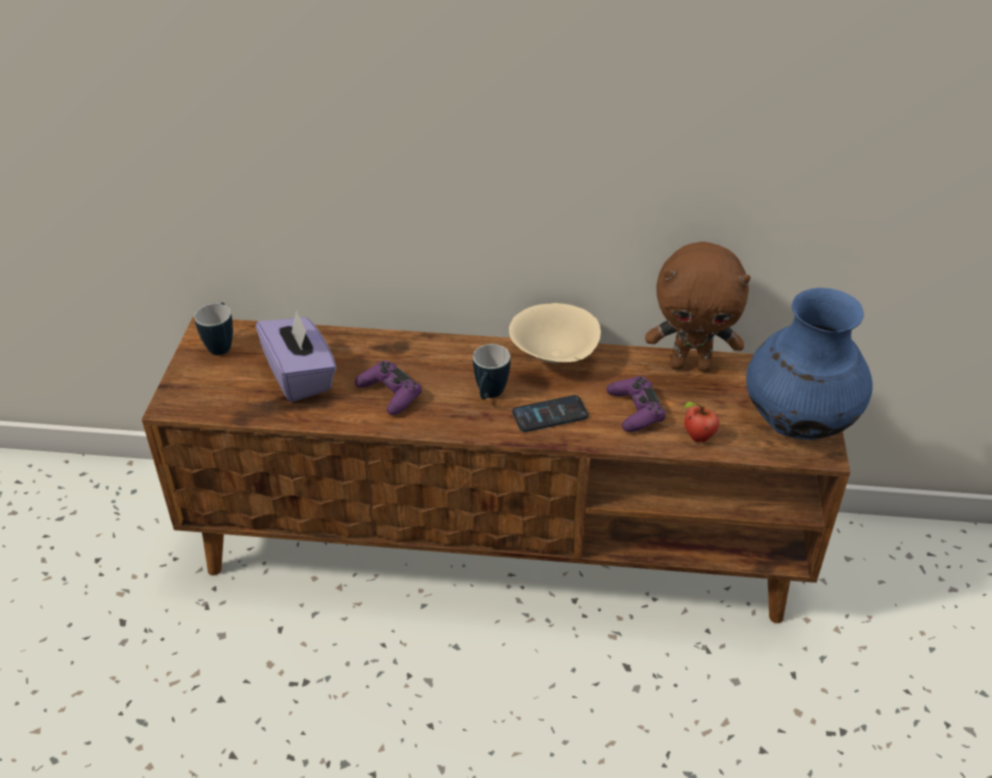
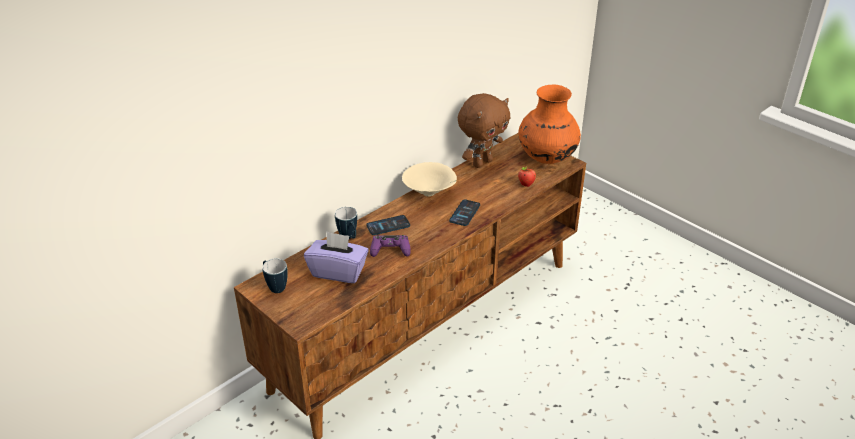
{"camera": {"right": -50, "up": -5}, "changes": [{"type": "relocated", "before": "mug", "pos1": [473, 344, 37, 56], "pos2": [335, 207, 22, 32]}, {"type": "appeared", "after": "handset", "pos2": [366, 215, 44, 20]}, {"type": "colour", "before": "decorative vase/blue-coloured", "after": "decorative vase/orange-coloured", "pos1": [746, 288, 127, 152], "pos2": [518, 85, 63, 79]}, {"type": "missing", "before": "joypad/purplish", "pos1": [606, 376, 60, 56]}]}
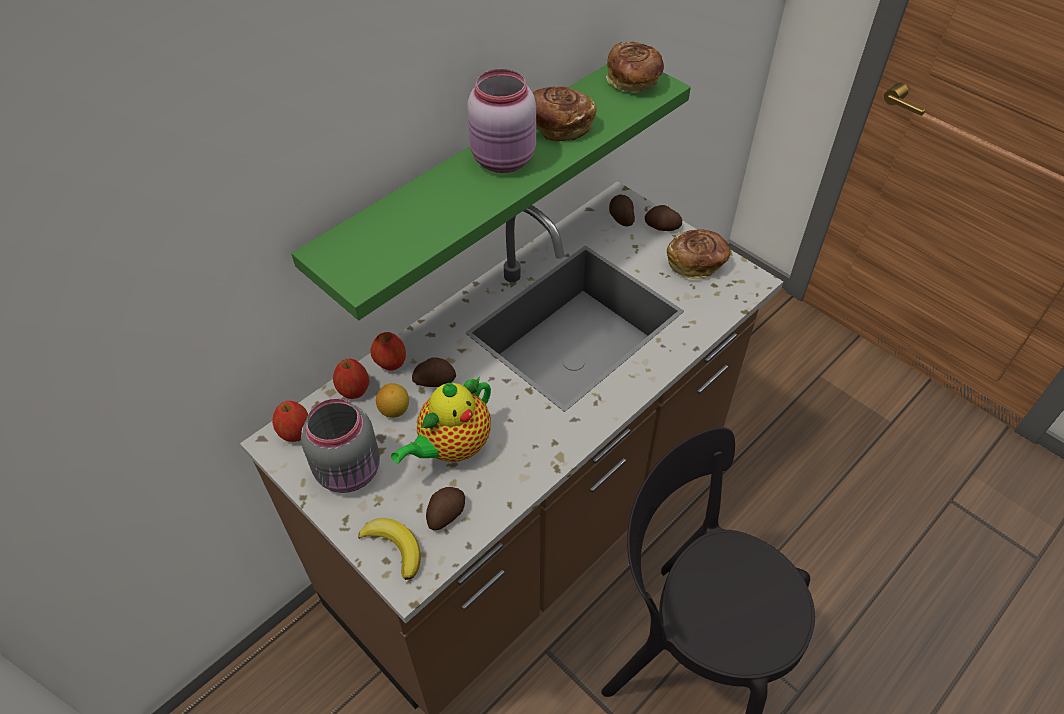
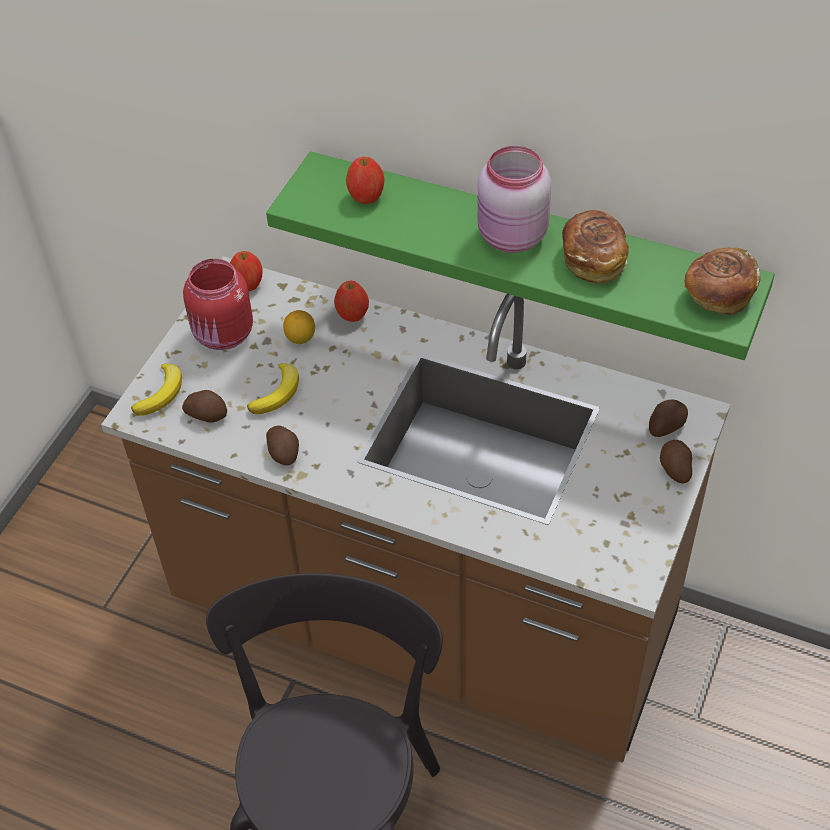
{"camera": {"right": 70, "up": 0}, "changes": [{"type": "colour", "before": "preserve jar/grey", "after": "preserve jar/red-coloured", "pos1": [301, 399, 79, 94], "pos2": [183, 259, 70, 91]}, {"type": "exchanged", "before": "teapot", "after": "banana fruit", "pos1": [391, 377, 100, 87], "pos2": [247, 363, 52, 51]}, {"type": "relocated", "before": "potato", "pos1": [412, 357, 44, 30], "pos2": [266, 426, 33, 40]}, {"type": "relocated", "before": "whole apple", "pos1": [333, 359, 36, 40], "pos2": [346, 157, 39, 47]}, {"type": "missing", "before": "bakery bread", "pos1": [667, 229, 63, 51]}]}
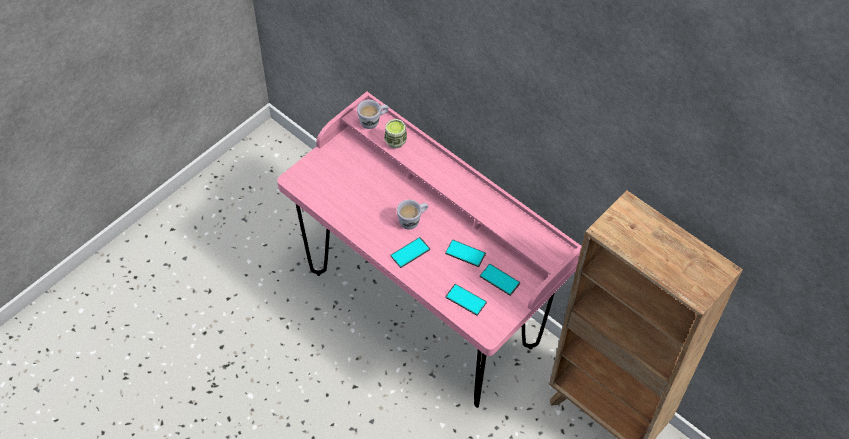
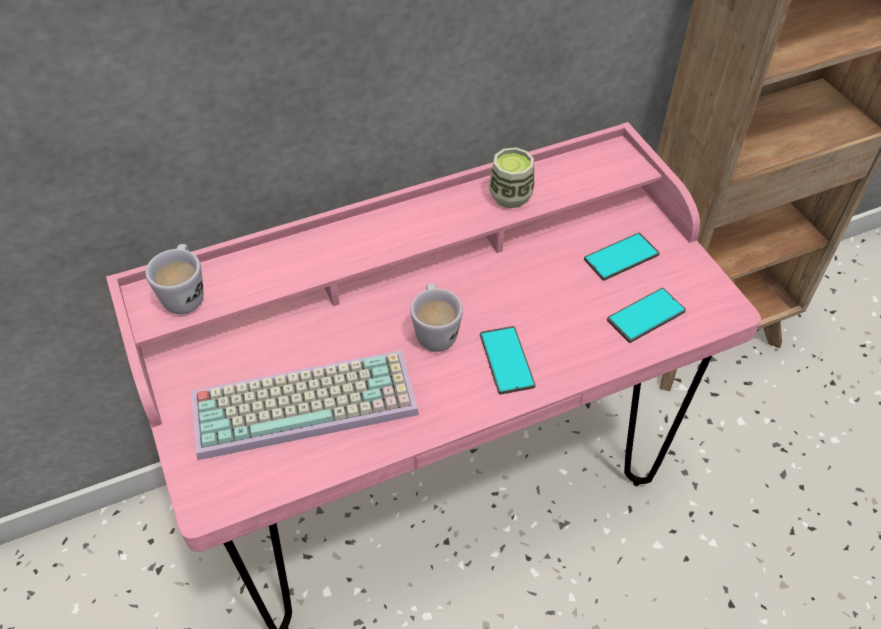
{"camera": {"right": -65, "up": -5}, "changes": [{"type": "appeared", "after": "computer keyboard", "pos2": [191, 350, 228, 110]}, {"type": "relocated", "before": "small cup", "pos1": [384, 119, 23, 30], "pos2": [489, 147, 45, 61]}, {"type": "missing", "before": "handset", "pos1": [445, 240, 41, 27]}]}
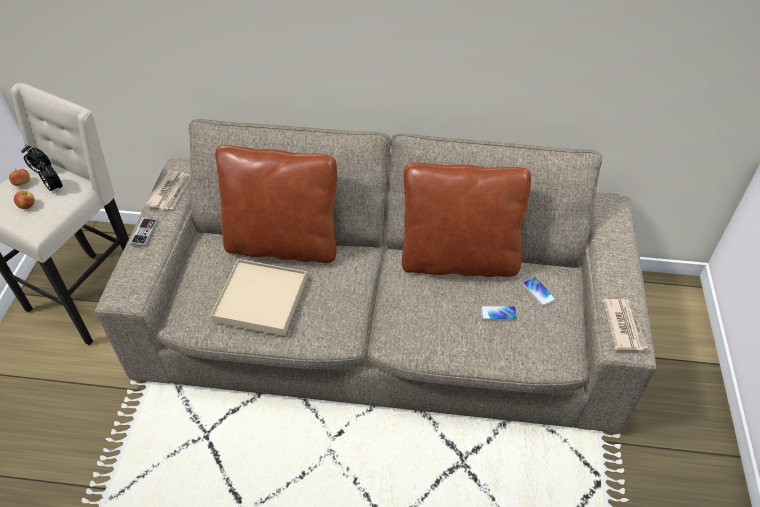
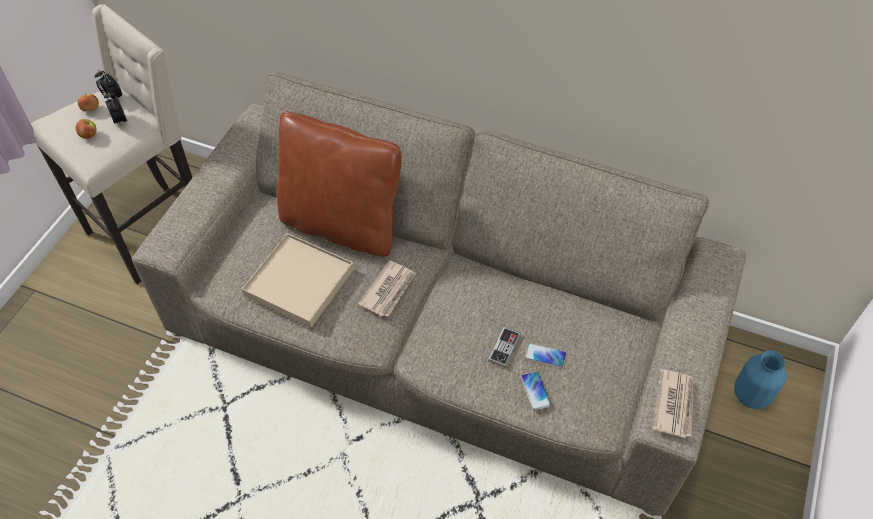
{"camera": {"right": 15, "up": 5}, "changes": [{"type": "relocated", "before": "newspaper", "pos1": [145, 170, 46, 40], "pos2": [358, 261, 58, 56]}, {"type": "relocated", "before": "joypad", "pos1": [130, 218, 28, 29], "pos2": [488, 327, 33, 40]}, {"type": "relocated", "before": "handset", "pos1": [523, 277, 33, 29], "pos2": [521, 371, 30, 39]}, {"type": "appeared", "after": "decorative vase/blue-coloured", "pos2": [734, 350, 52, 59]}, {"type": "missing", "before": "pillow/brownish", "pos1": [402, 162, 129, 115]}]}
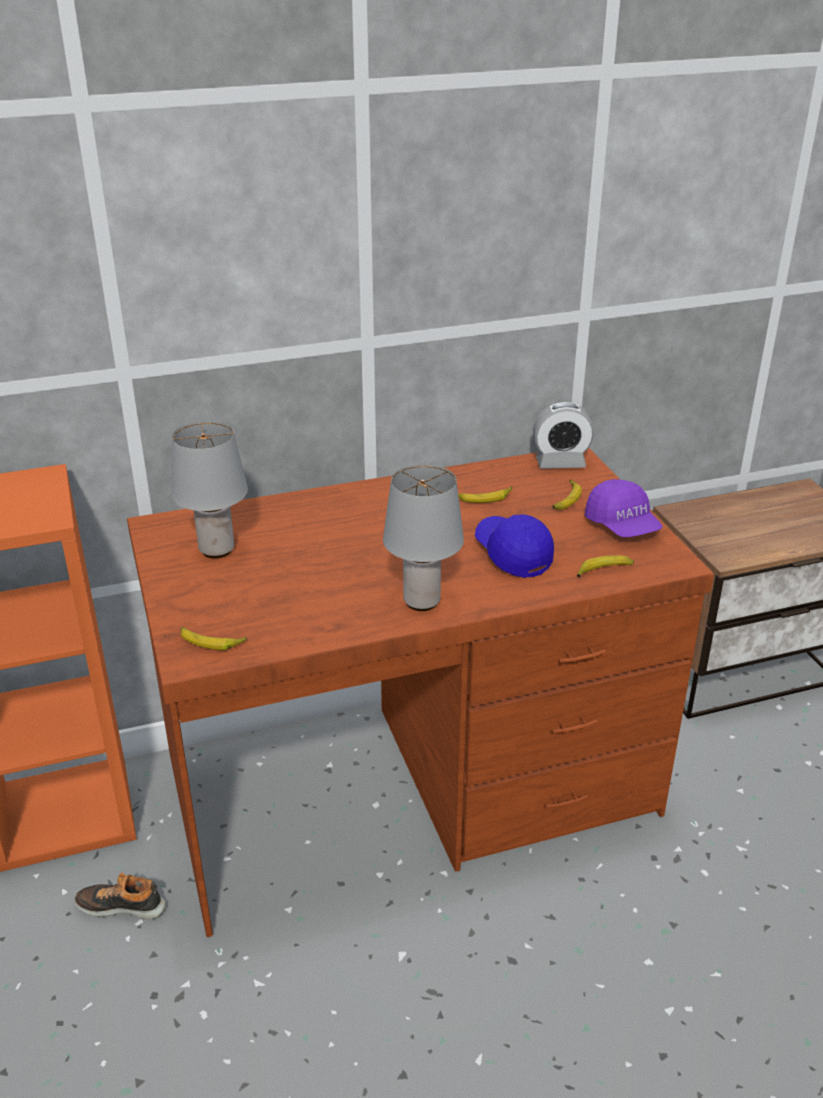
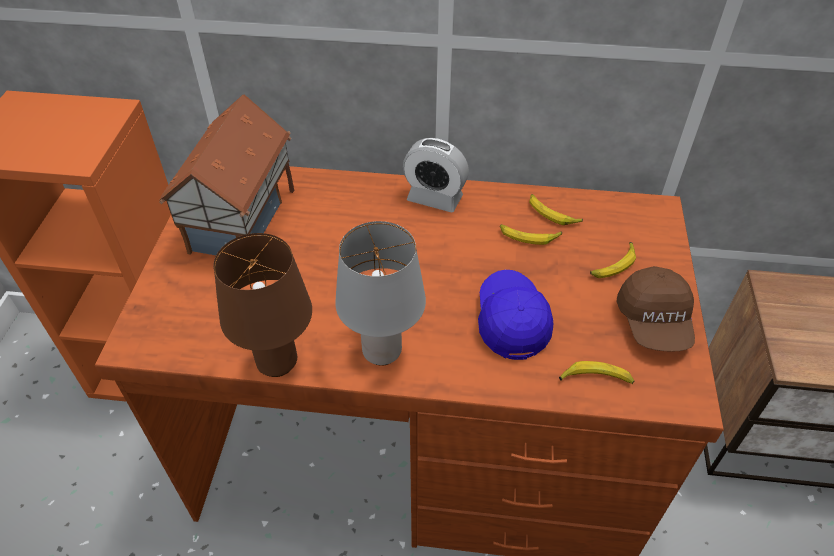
{"camera": {"right": 25, "up": 15}, "changes": [{"type": "exchanged", "before": "tabletop lamp/grey", "after": "miniature house", "pos1": [172, 421, 76, 137], "pos2": [159, 95, 135, 160]}, {"type": "appeared", "after": "tabletop lamp/brownish", "pos2": [213, 233, 99, 144]}, {"type": "relocated", "before": "alarm clock", "pos1": [533, 402, 61, 67], "pos2": [403, 138, 66, 75]}, {"type": "relocated", "before": "banana fruit", "pos1": [181, 627, 66, 23], "pos2": [529, 194, 54, 31]}, {"type": "colour", "before": "baseball cap/purplish", "after": "baseball cap/brownish", "pos1": [585, 479, 77, 58], "pos2": [616, 266, 79, 86]}, {"type": "missing", "before": "shoe", "pos1": [74, 872, 92, 47]}]}
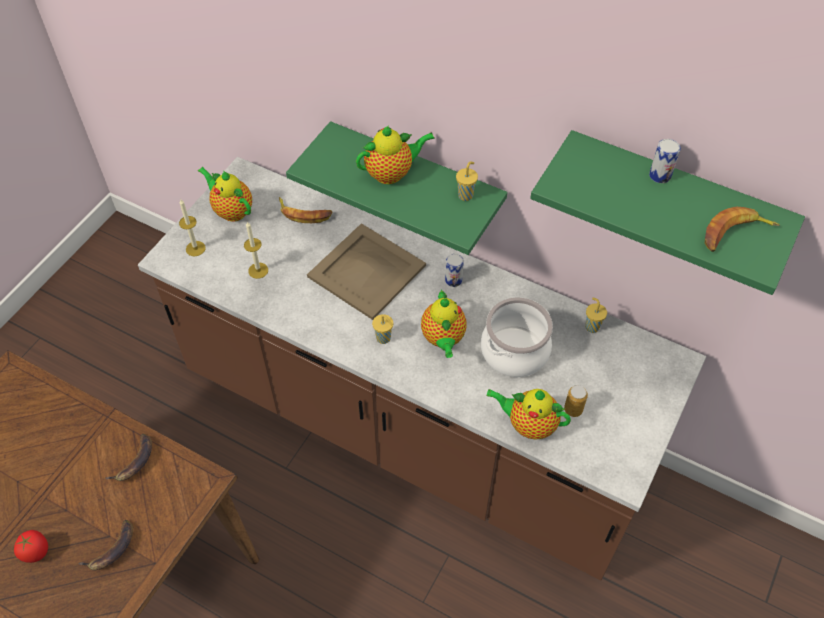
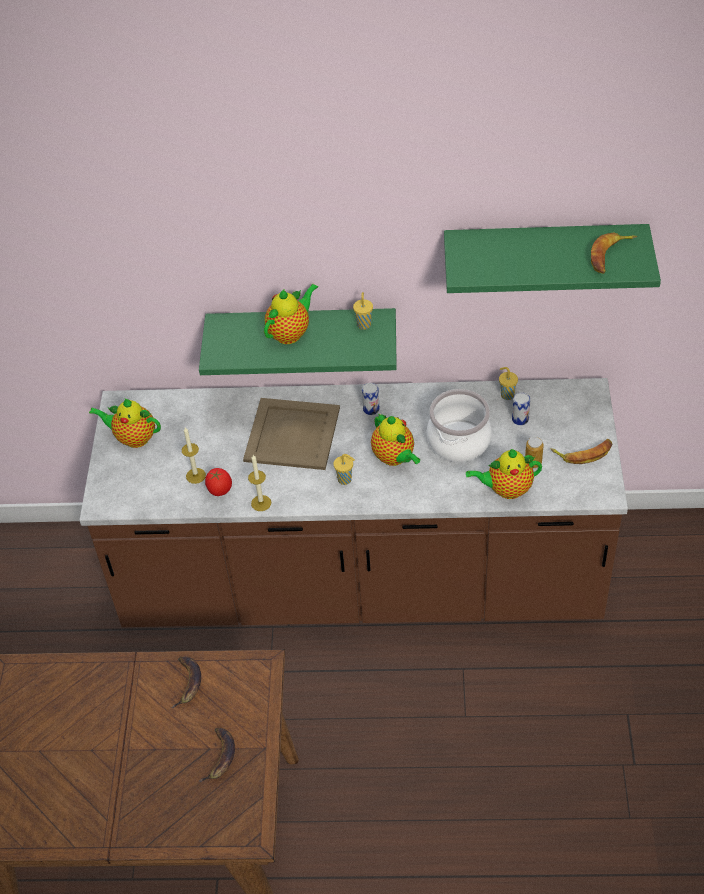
{"camera": {"right": -25, "up": -5}, "changes": [{"type": "relocated", "before": "fresh tomato", "pos1": [14, 530, 34, 33], "pos2": [205, 468, 27, 28]}, {"type": "relocated", "before": "candle", "pos1": [179, 199, 27, 57], "pos2": [248, 455, 23, 56]}, {"type": "relocated", "before": "sealed can", "pos1": [649, 139, 32, 44], "pos2": [512, 393, 18, 32]}, {"type": "relocated", "before": "banana fruit", "pos1": [279, 197, 54, 26], "pos2": [550, 439, 63, 25]}]}
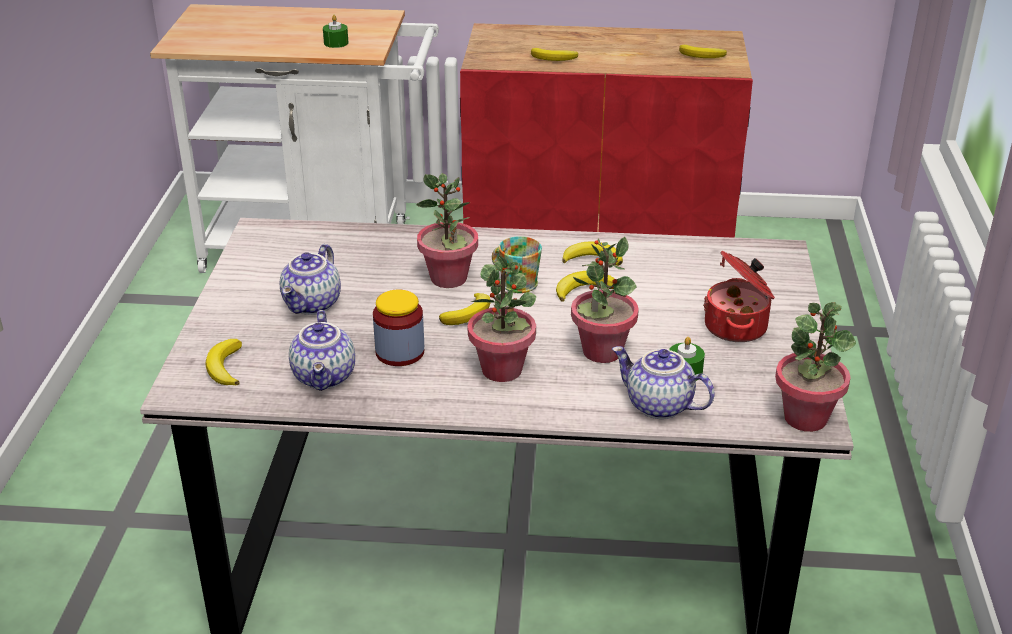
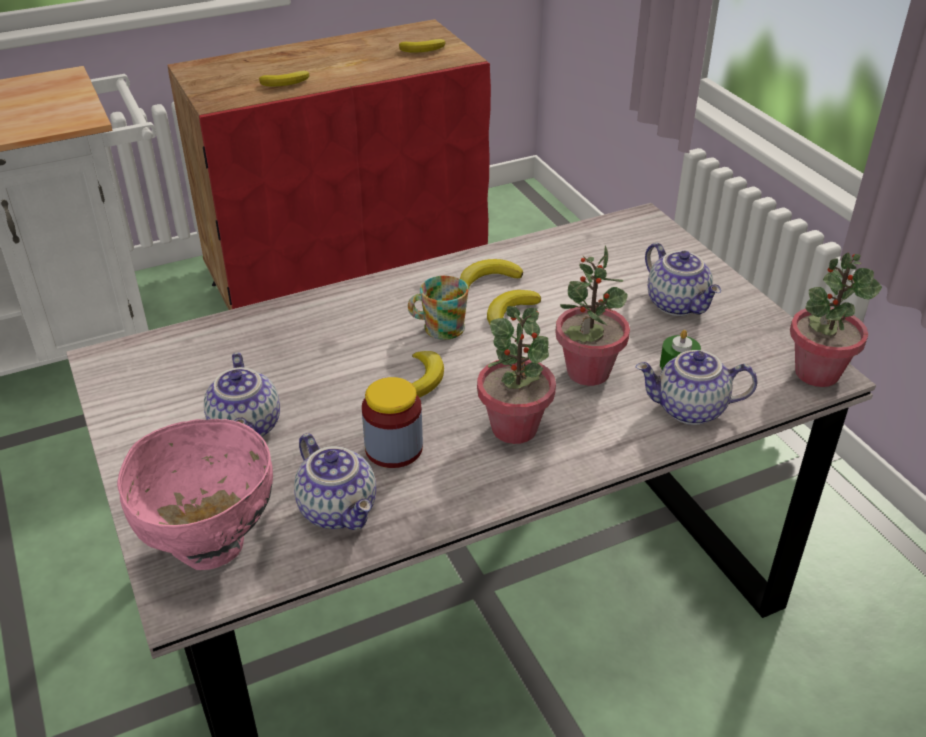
{"camera": {"right": -30, "up": 5}, "changes": [{"type": "exchanged", "before": "banana fruit", "after": "bowl/pink-coloured", "pos1": [205, 339, 37, 46], "pos2": [117, 419, 156, 151]}, {"type": "exchanged", "before": "cooking pot", "after": "teapot", "pos1": [703, 251, 72, 91], "pos2": [645, 243, 76, 73]}, {"type": "missing", "before": "candle/greenish", "pos1": [323, 15, 26, 33]}, {"type": "missing", "before": "plant in a pot", "pos1": [416, 173, 62, 115]}]}
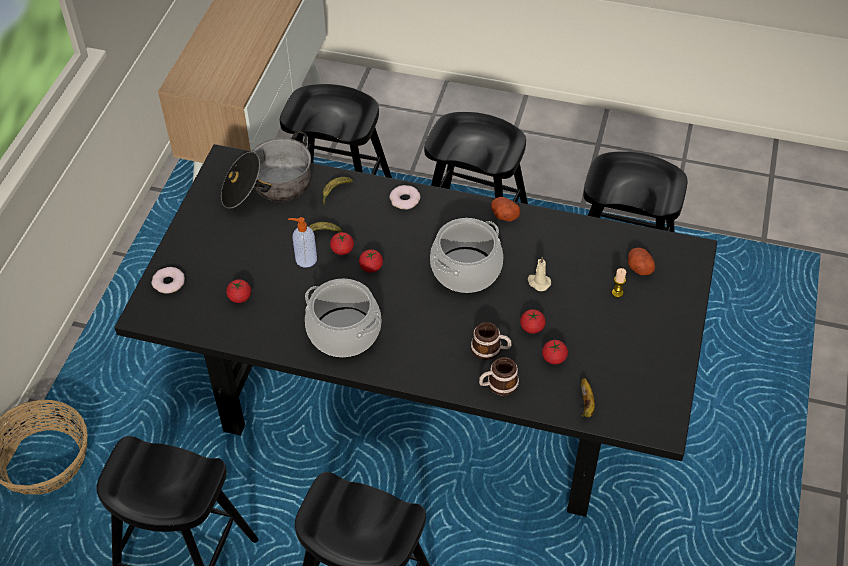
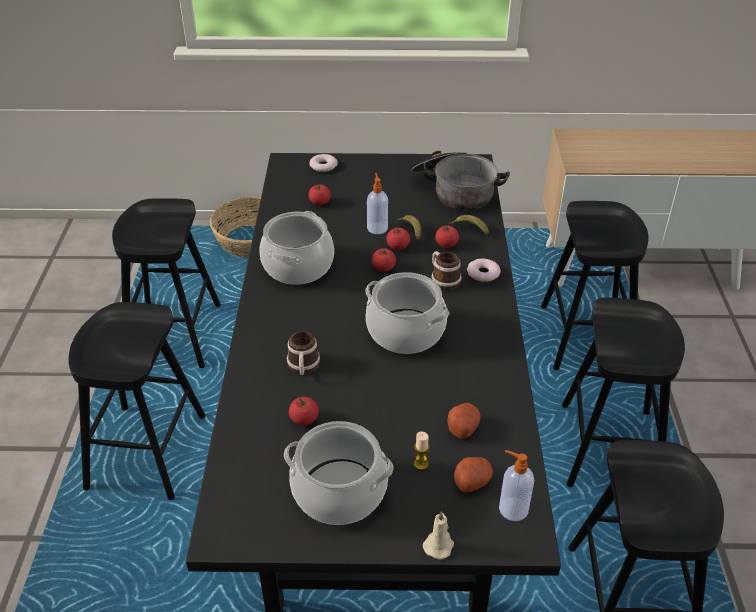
{"camera": {"right": 75, "up": -10}, "changes": [{"type": "appeared", "after": "cooking pot", "pos2": [284, 421, 110, 104]}, {"type": "relocated", "before": "candle/beige", "pos1": [528, 256, 23, 35], "pos2": [423, 511, 31, 48]}, {"type": "relocated", "before": "mug", "pos1": [479, 357, 40, 39], "pos2": [432, 251, 30, 39]}, {"type": "relocated", "before": "fresh tomato", "pos1": [520, 309, 26, 25], "pos2": [435, 225, 24, 23]}, {"type": "relocated", "before": "potato", "pos1": [491, 197, 29, 25], "pos2": [447, 403, 34, 36]}, {"type": "appeared", "after": "liquid soap bottle", "pos2": [499, 450, 35, 71]}, {"type": "missing", "before": "banana fruit", "pos1": [581, 378, 14, 39]}]}
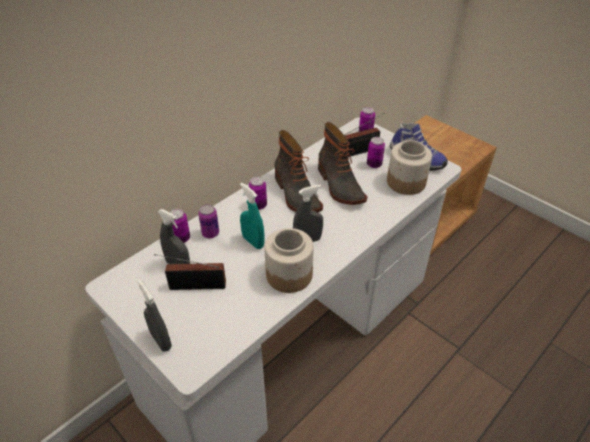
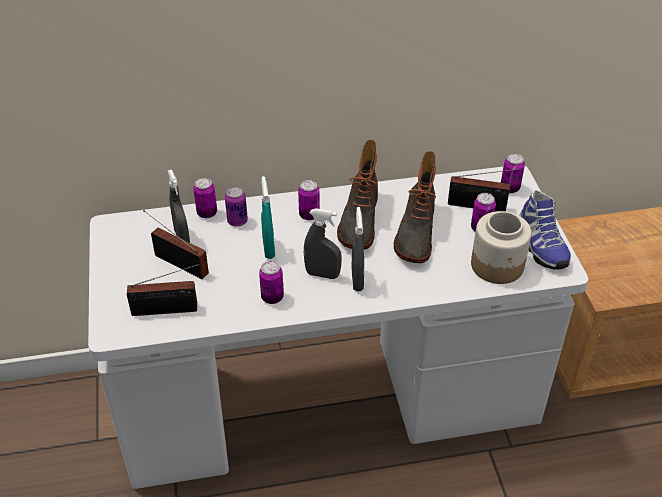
{"camera": {"right": 35, "up": 0}, "changes": [{"type": "appeared", "after": "radio", "pos2": [127, 264, 73, 52]}, {"type": "exchanged", "before": "preserve jar", "after": "sealed can", "pos1": [264, 228, 50, 65], "pos2": [259, 261, 25, 43]}, {"type": "relocated", "before": "hand sprayer/grey", "pos1": [137, 279, 35, 72], "pos2": [352, 207, 12, 84]}]}
